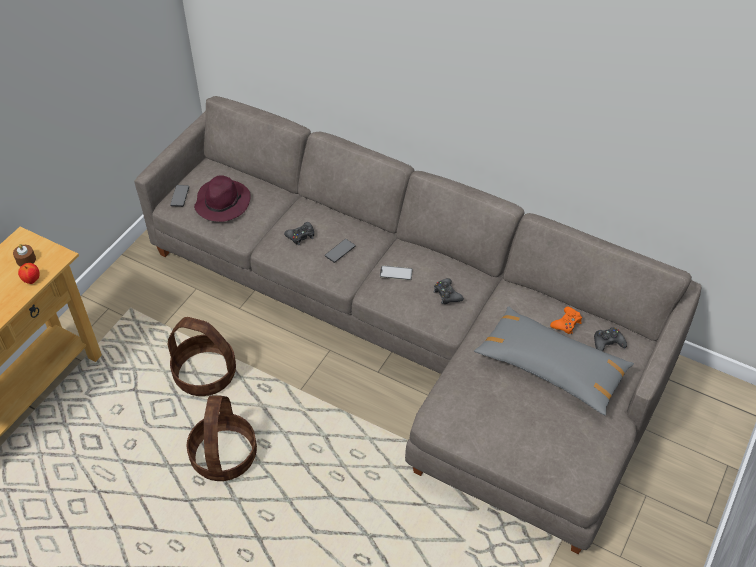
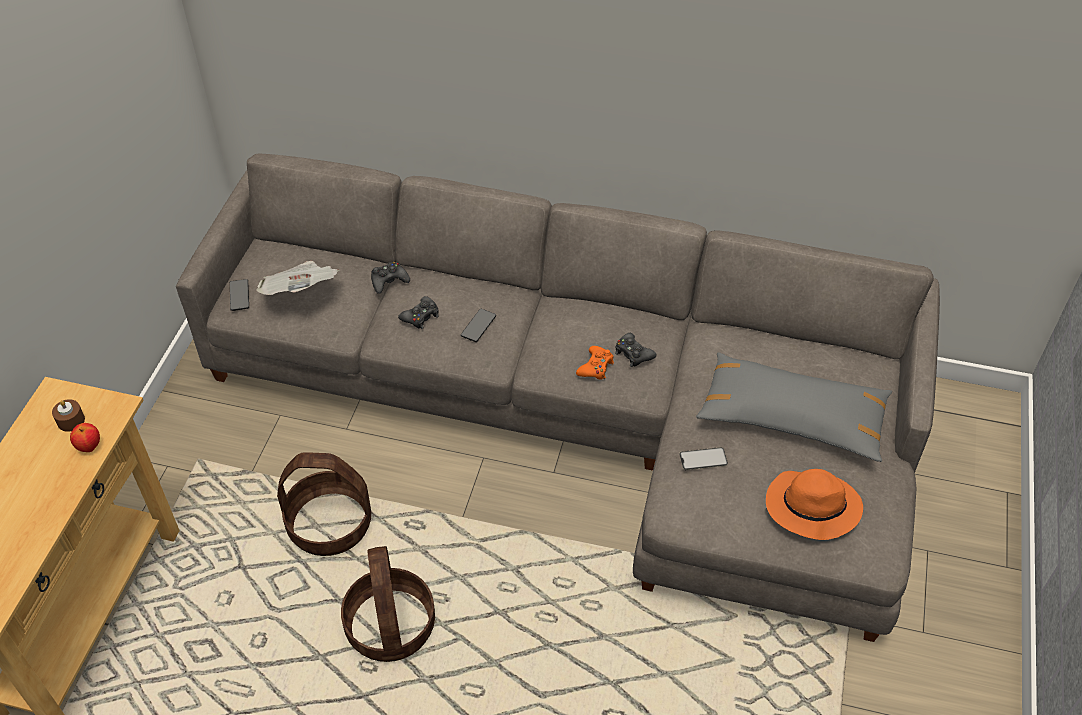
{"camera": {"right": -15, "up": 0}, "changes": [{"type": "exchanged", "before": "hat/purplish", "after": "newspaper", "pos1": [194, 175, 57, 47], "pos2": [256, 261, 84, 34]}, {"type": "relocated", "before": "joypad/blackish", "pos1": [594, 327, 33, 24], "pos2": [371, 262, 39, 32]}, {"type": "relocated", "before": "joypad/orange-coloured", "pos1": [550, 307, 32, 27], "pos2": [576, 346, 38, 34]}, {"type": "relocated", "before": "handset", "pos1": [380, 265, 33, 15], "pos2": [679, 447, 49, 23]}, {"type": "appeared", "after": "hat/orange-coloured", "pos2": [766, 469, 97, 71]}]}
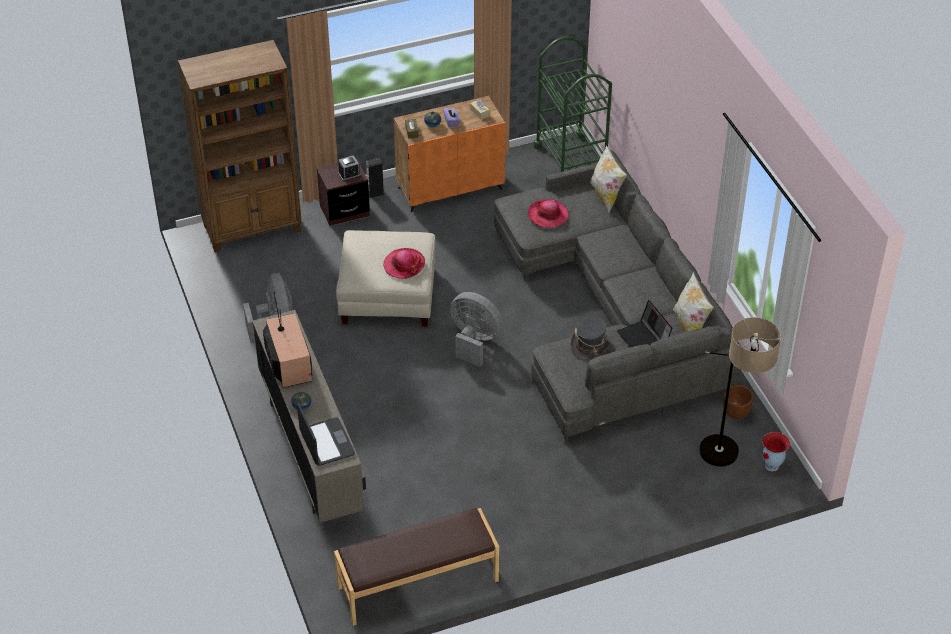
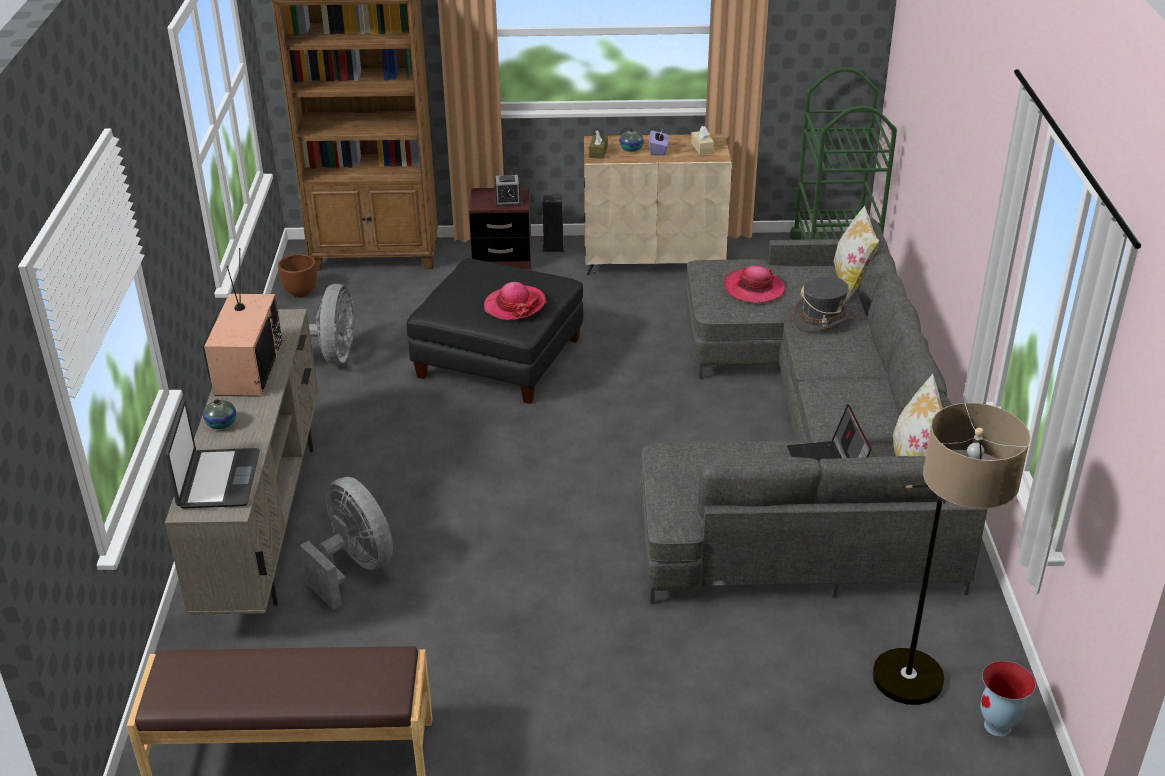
{"camera": {"right": 20, "up": -10}, "changes": [{"type": "relocated", "before": "plant pot/brownish", "pos1": [723, 385, 31, 34], "pos2": [278, 254, 39, 43]}, {"type": "relocated", "before": "fan/grey", "pos1": [450, 292, 52, 75], "pos2": [300, 477, 93, 133]}, {"type": "colour", "before": "ottoman/beige", "after": "ottoman/blackish", "pos1": [336, 230, 99, 97], "pos2": [406, 258, 177, 146]}, {"type": "colour", "before": "cupboard/orange-coloured", "after": "cupboard/beige", "pos1": [394, 96, 112, 116], "pos2": [584, 134, 148, 141]}, {"type": "relocated", "before": "hat/grey", "pos1": [570, 317, 41, 43], "pos2": [793, 277, 61, 55]}]}
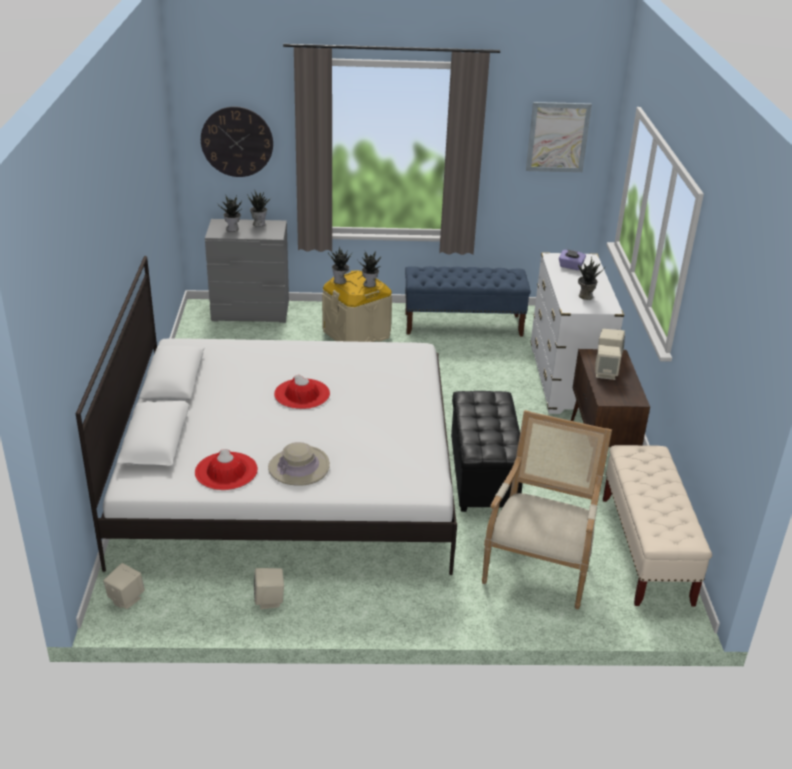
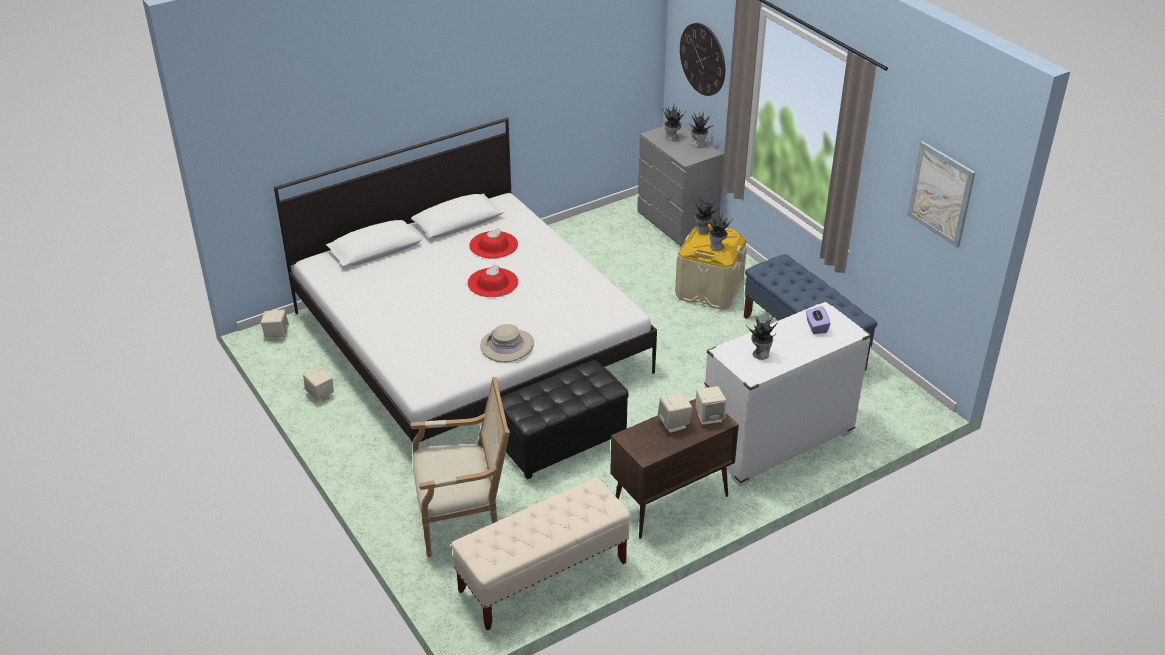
{"camera": {"right": 60, "up": 5}, "changes": [{"type": "relocated", "before": "hat/red-coloured", "pos1": [195, 449, 63, 41], "pos2": [469, 228, 49, 31]}, {"type": "relocated", "before": "hat/beige", "pos1": [268, 442, 62, 44], "pos2": [480, 324, 54, 38]}]}
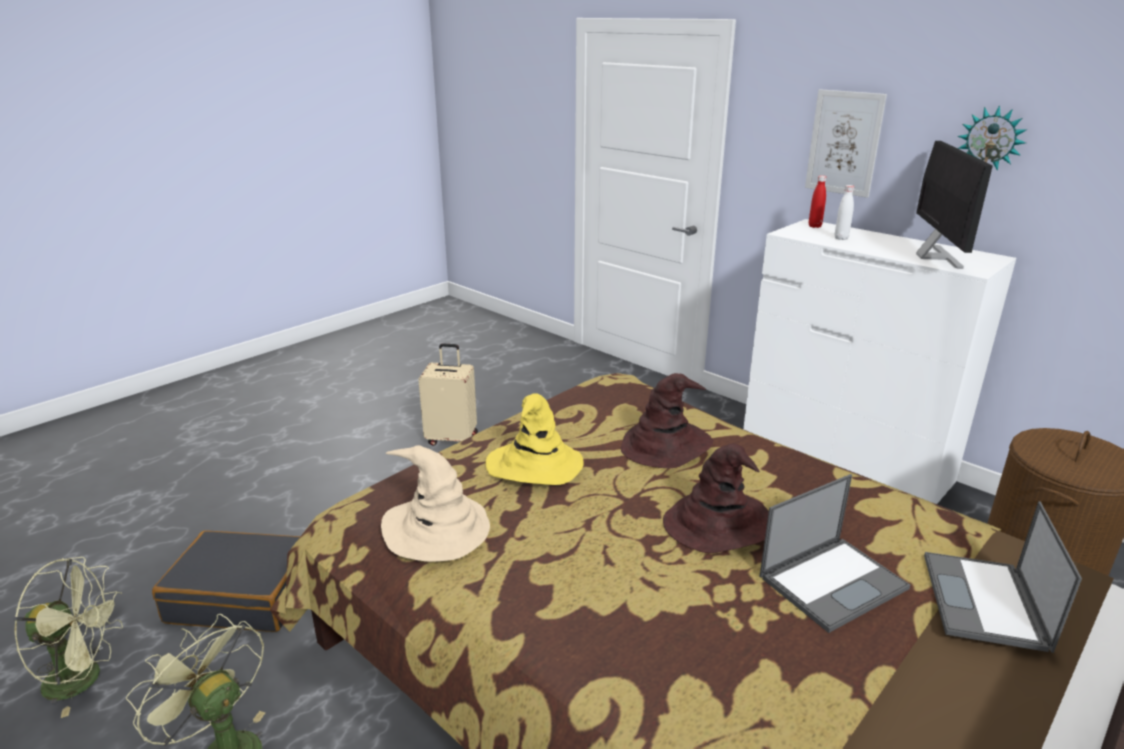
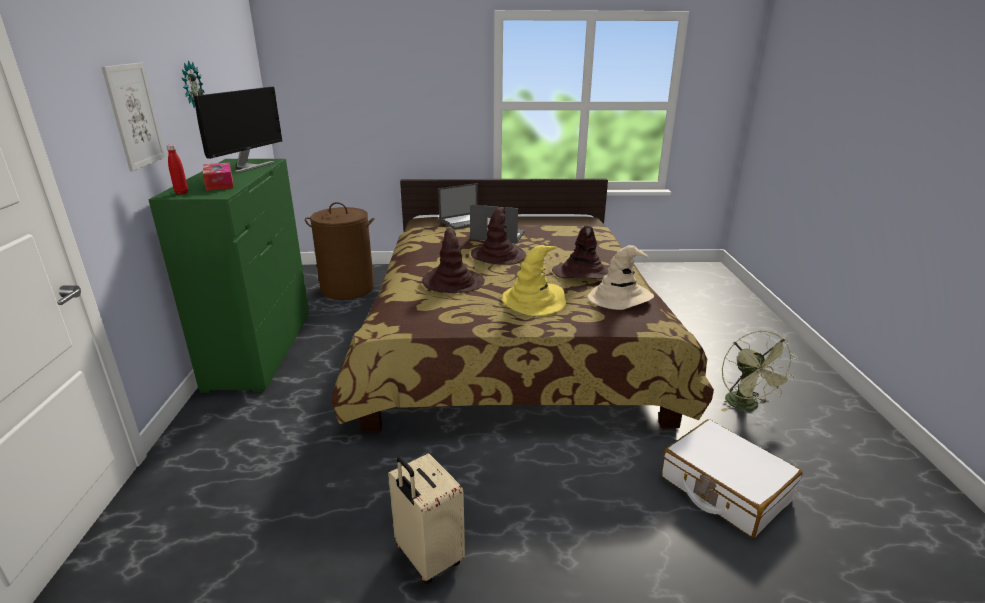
{"camera": {"right": -135, "up": 0}, "changes": [{"type": "colour", "before": "chest of drawers/whitish", "after": "chest of drawers/greenish", "pos1": [743, 219, 273, 285], "pos2": [148, 159, 161, 234]}, {"type": "spun", "before": "computer screen", "pos1": [916, 141, 77, 128], "pos2": [194, 87, 88, 86], "turn": 150}, {"type": "exchanged", "before": "drink bottle/whitish", "after": "tissue box", "pos1": [834, 185, 20, 55], "pos2": [203, 162, 31, 29]}, {"type": "appeared", "after": "hat/brownish", "pos2": [552, 225, 56, 54]}, {"type": "colour", "before": "piece of luggage/blackish", "after": "piece of luggage/whitish", "pos1": [152, 530, 148, 102], "pos2": [661, 419, 142, 119]}, {"type": "missing", "before": "fan/greenish", "pos1": [13, 557, 110, 161]}]}
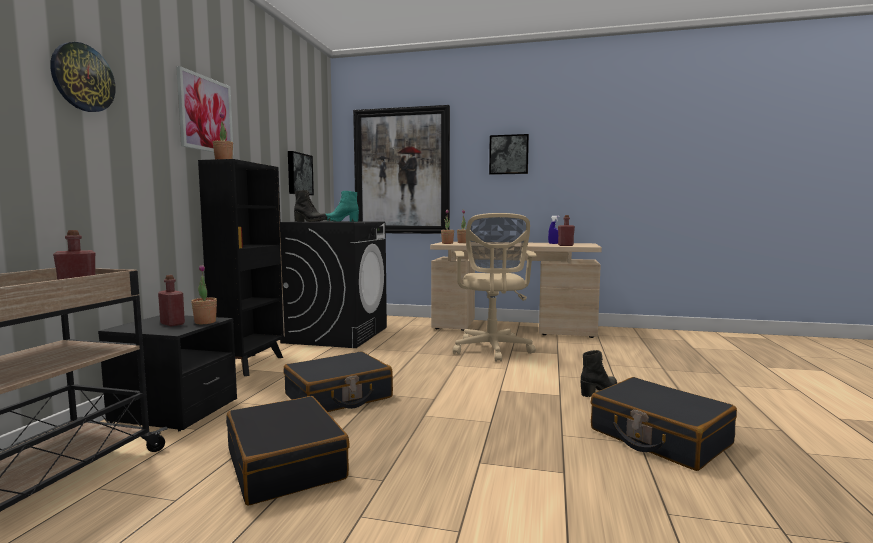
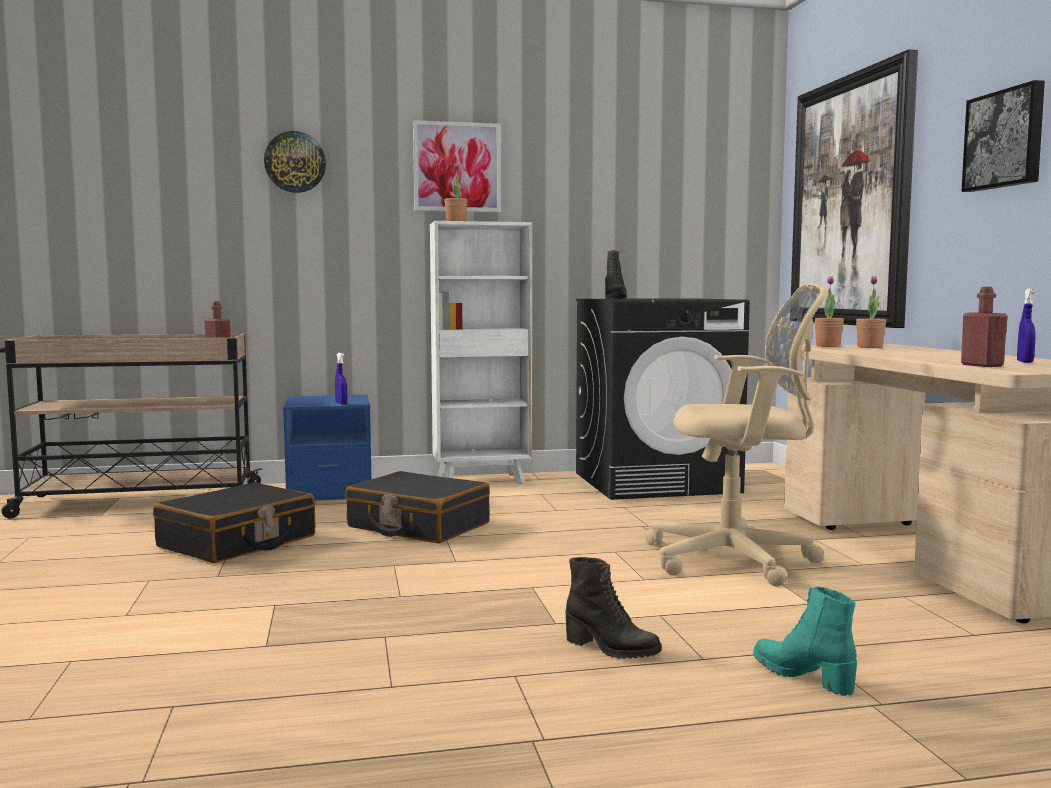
{"camera": {"right": 65, "up": 0}, "changes": [{"type": "colour", "before": "nightstand/blackish", "after": "nightstand/blue-coloured", "pos1": [98, 315, 139, 116], "pos2": [283, 395, 89, 106]}, {"type": "exchanged", "before": "plant in a pot", "after": "hand sprayer/blue-coloured", "pos1": [191, 265, 26, 59], "pos2": [335, 353, 12, 51]}, {"type": "colour", "before": "shelving unit/blackish", "after": "shelving unit/whitish", "pos1": [198, 159, 87, 217], "pos2": [430, 221, 102, 264]}, {"type": "spun", "before": "office chair/beige", "pos1": [453, 213, 84, 149], "pos2": [645, 283, 182, 303], "turn": -150}, {"type": "relocated", "before": "high-top boot/turquoise-coloured", "pos1": [326, 191, 33, 31], "pos2": [753, 586, 104, 110]}, {"type": "missing", "before": "drink bottle/red-coloured", "pos1": [158, 275, 27, 51]}, {"type": "missing", "before": "picture", "pos1": [288, 151, 26, 44]}, {"type": "missing", "before": "piece of luggage/blackish", "pos1": [591, 377, 146, 94]}]}
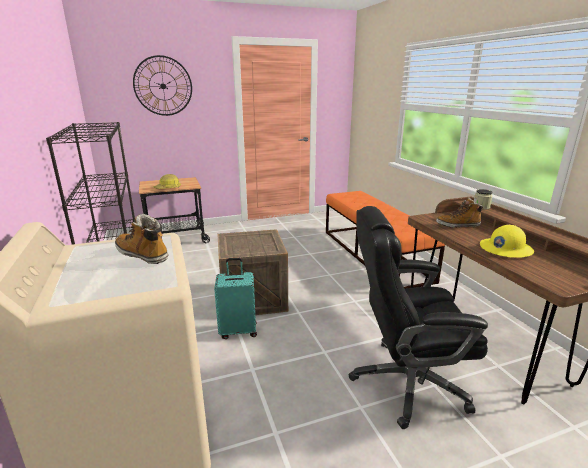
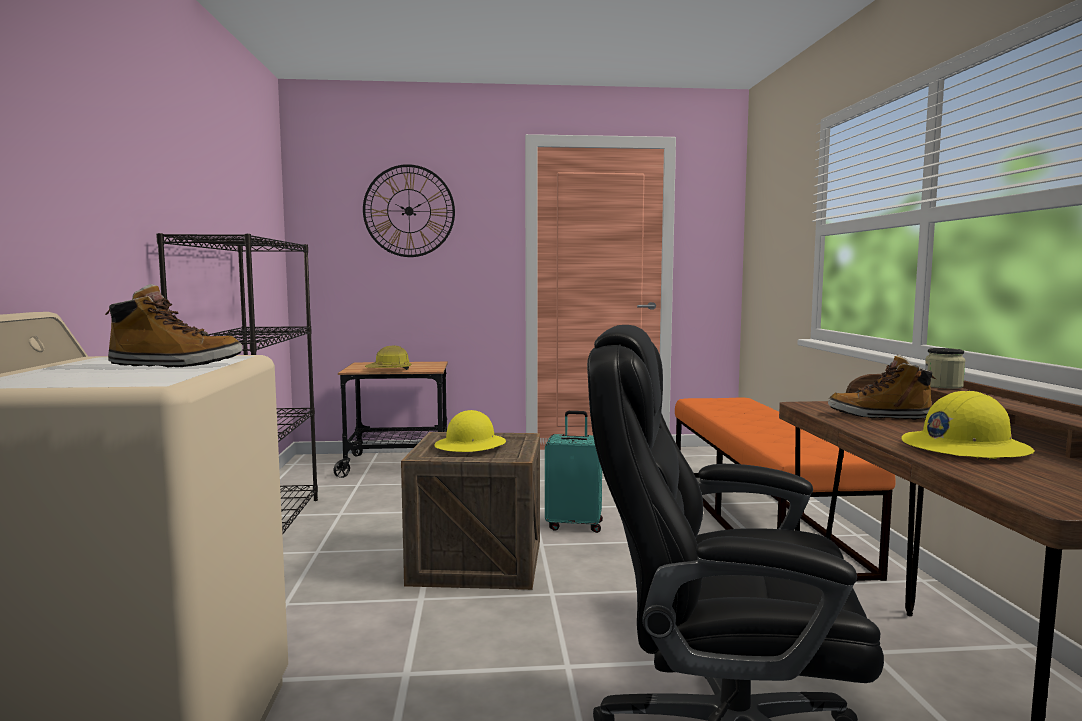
{"camera": {"right": 15, "up": -15}, "changes": [{"type": "spun", "before": "high-top boot", "pos1": [115, 214, 53, 50], "pos2": [105, 284, 137, 84], "turn": 120}, {"type": "appeared", "after": "work helmet/yellowish", "pos2": [434, 410, 72, 42]}, {"type": "relocated", "before": "piece of luggage/turquoise-coloured", "pos1": [214, 258, 43, 81], "pos2": [545, 411, 58, 122]}]}
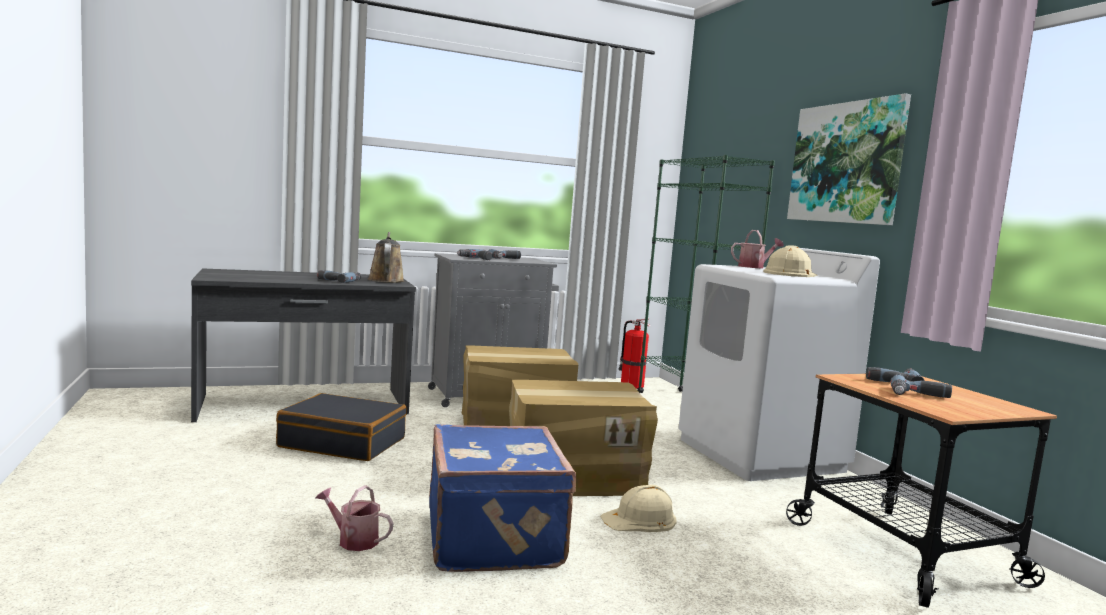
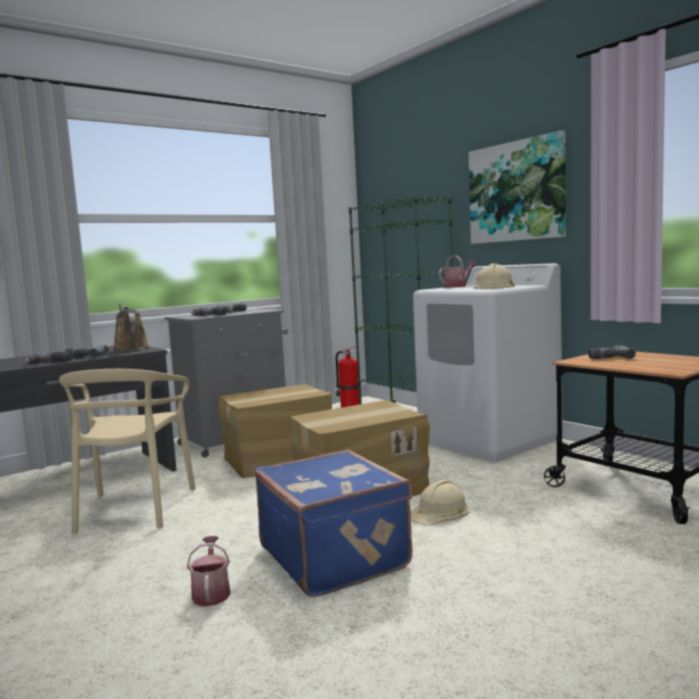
{"camera": {"right": -15, "up": 0}, "changes": [{"type": "relocated", "before": "electric drill", "pos1": [891, 374, 61, 24], "pos2": [24, 351, 49, 13]}, {"type": "exchanged", "before": "piece of luggage/blackish", "after": "plain chair/beige", "pos1": [276, 393, 131, 68], "pos2": [59, 369, 137, 165]}, {"type": "spun", "before": "sprinkling can", "pos1": [316, 485, 77, 66], "pos2": [187, 536, 44, 71], "turn": 75}]}
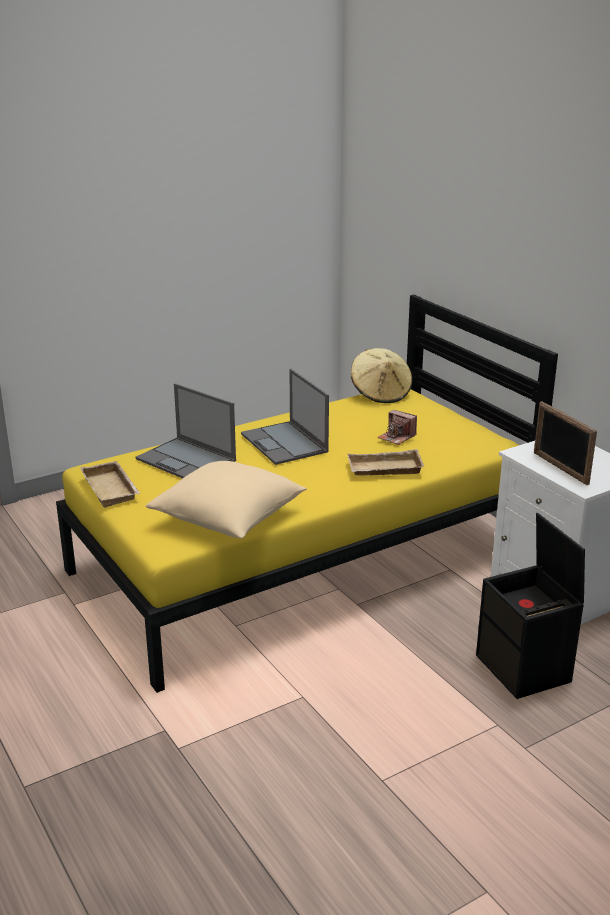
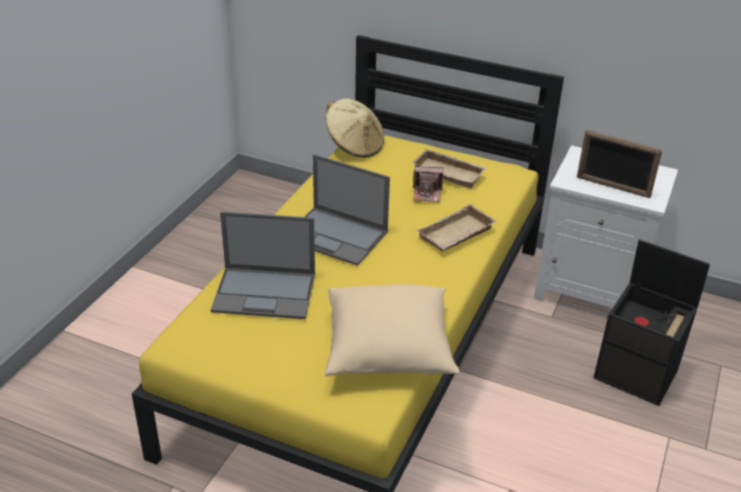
{"camera": {"right": -35, "up": 10}, "changes": [{"type": "relocated", "before": "tray/beige", "pos1": [80, 461, 60, 47], "pos2": [412, 149, 75, 39]}]}
